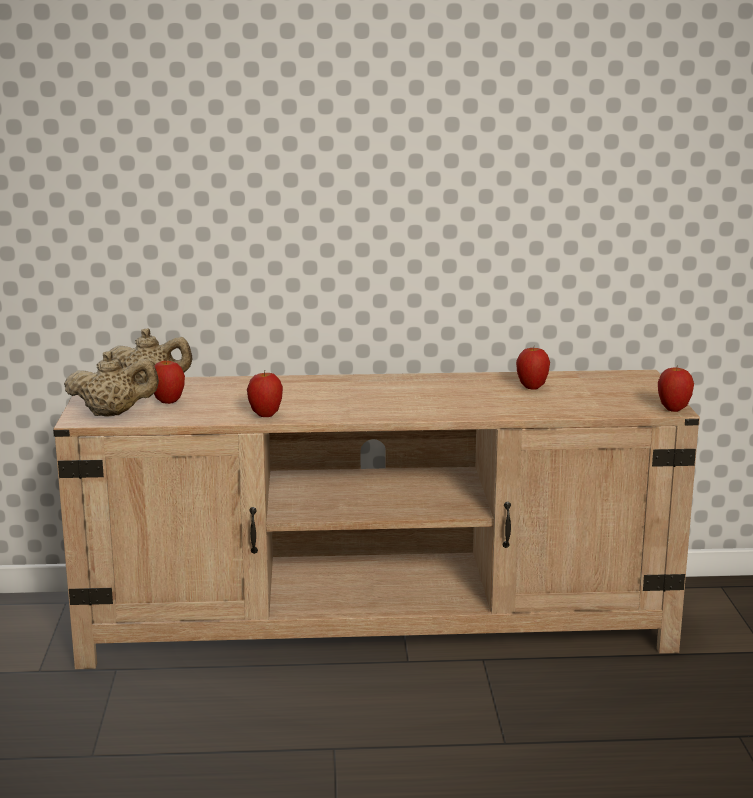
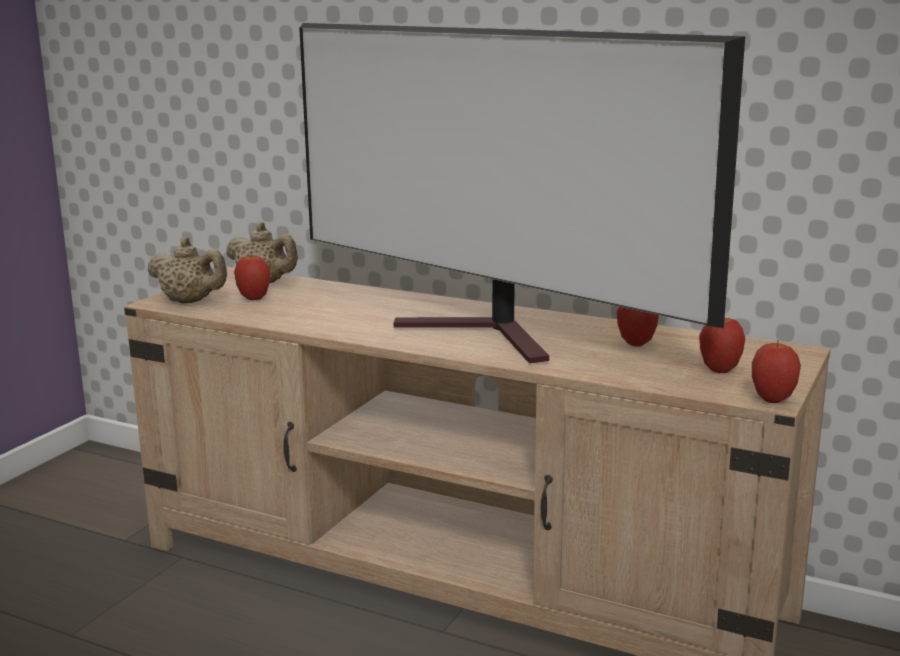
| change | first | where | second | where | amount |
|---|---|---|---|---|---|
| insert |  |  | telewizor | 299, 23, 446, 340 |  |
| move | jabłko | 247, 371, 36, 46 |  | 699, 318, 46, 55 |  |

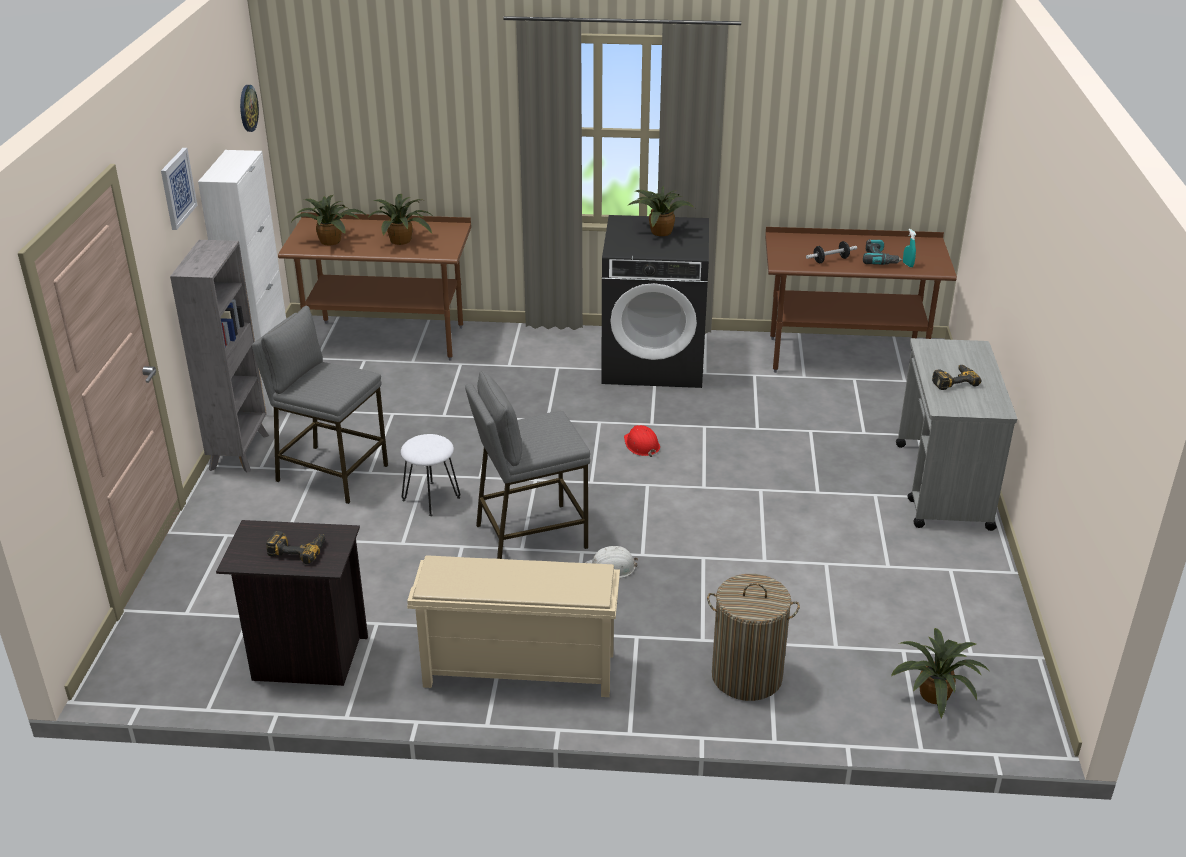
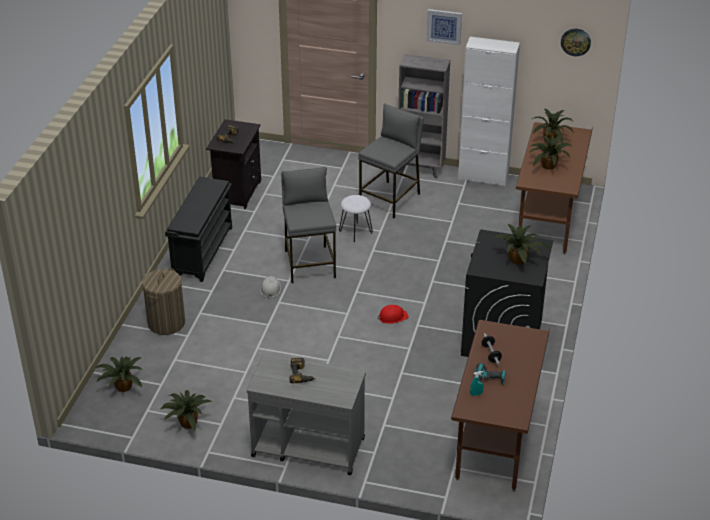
| change | first | where | second | where | amount |
|---|---|---|---|---|---|
| insert |  |  | roślina doniczkowa | 161, 390, 51, 41 |  |
| recolor | regał na buty [beżowy] | 407, 555, 213, 142 | regał na buty [czarny] | 165, 176, 67, 106 |  |

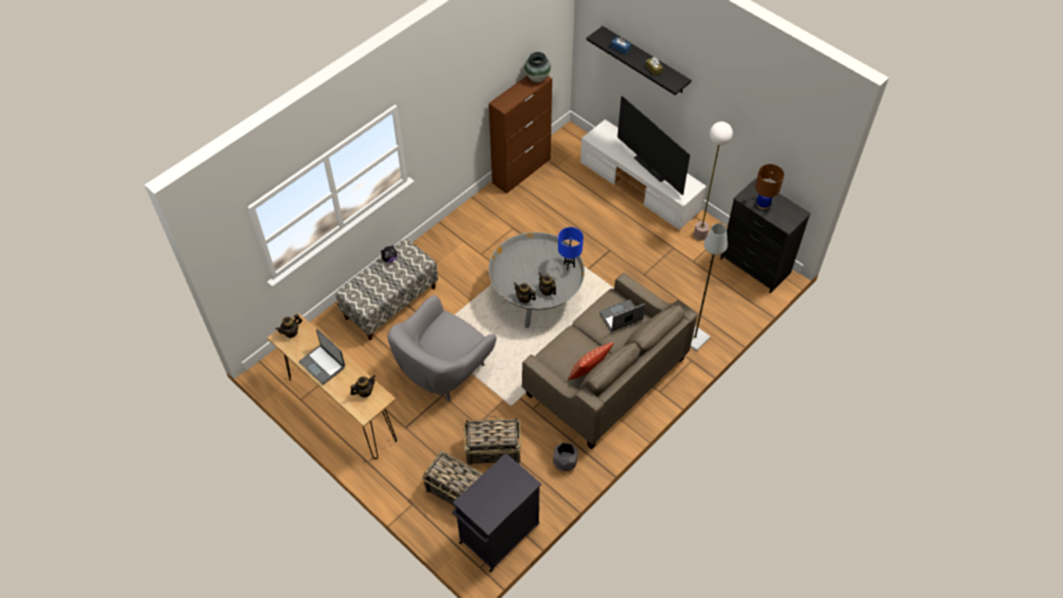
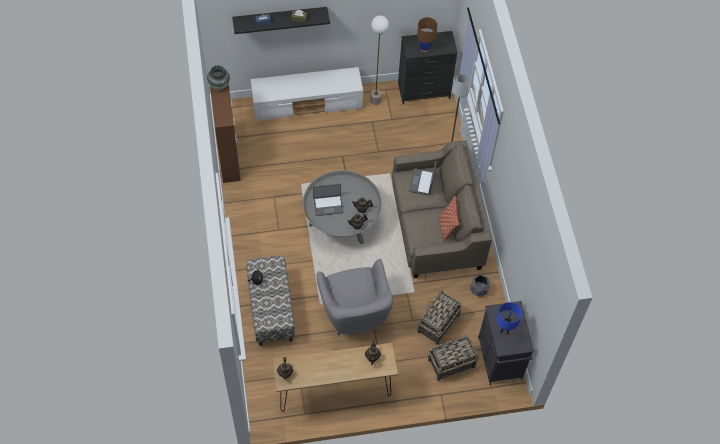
| change | first | where | second | where | amount |
|---|---|---|---|---|---|
| move | laptop | 299, 329, 46, 56 |  | 313, 183, 31, 33 |  |
| move | lampa stołowa [niebieski] | 558, 227, 25, 43 |  | 497, 302, 25, 33 |  |
| delete | telewizor | 617, 96, 73, 99 |  |  |  |

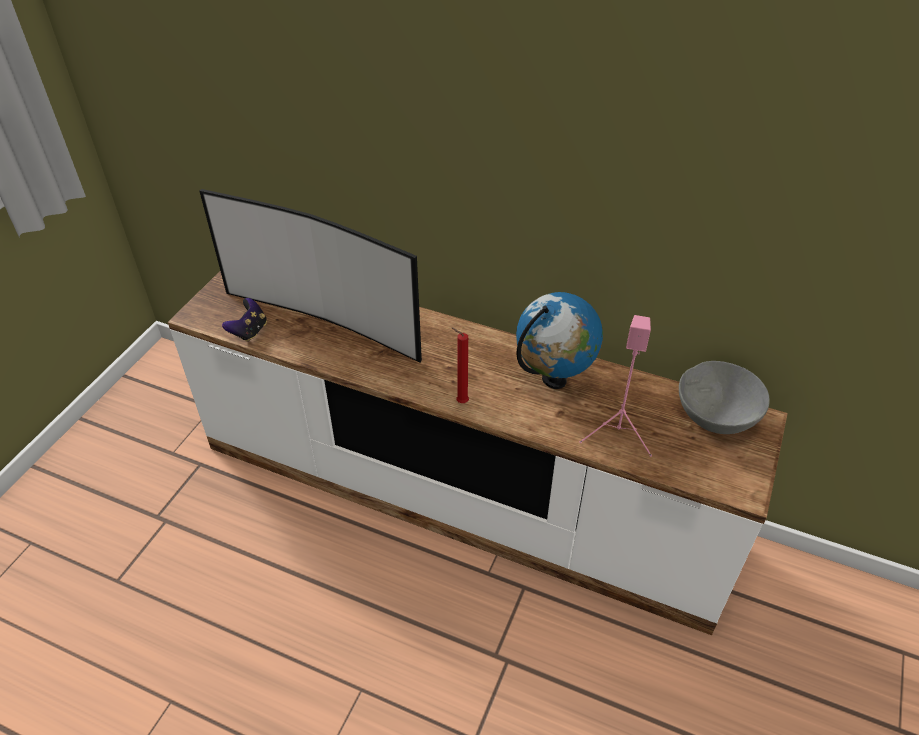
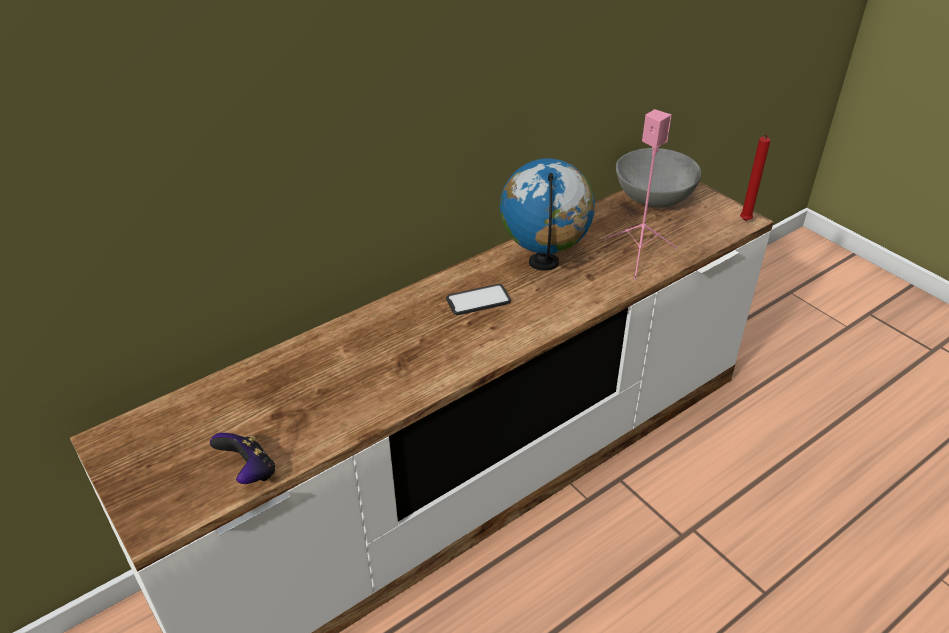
| change | first | where | second | where | amount |
|---|---|---|---|---|---|
| insert |  |  | telefon | 446, 284, 65, 31 |  |
| move | świeca [czerwony] | 452, 328, 17, 75 |  | 740, 133, 31, 88 |  |
| delete | telewizor | 200, 189, 222, 174 |  |  |  |

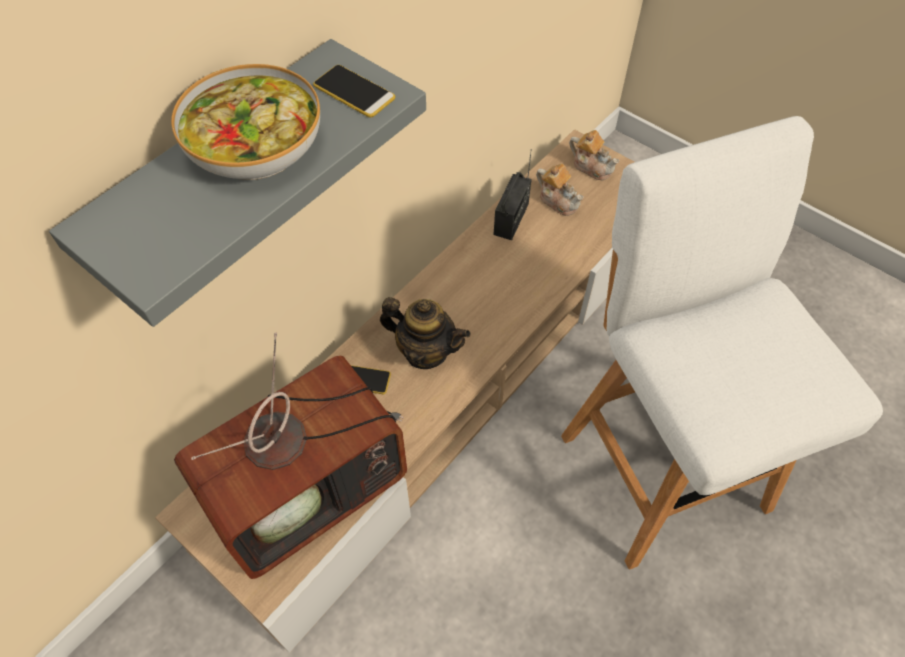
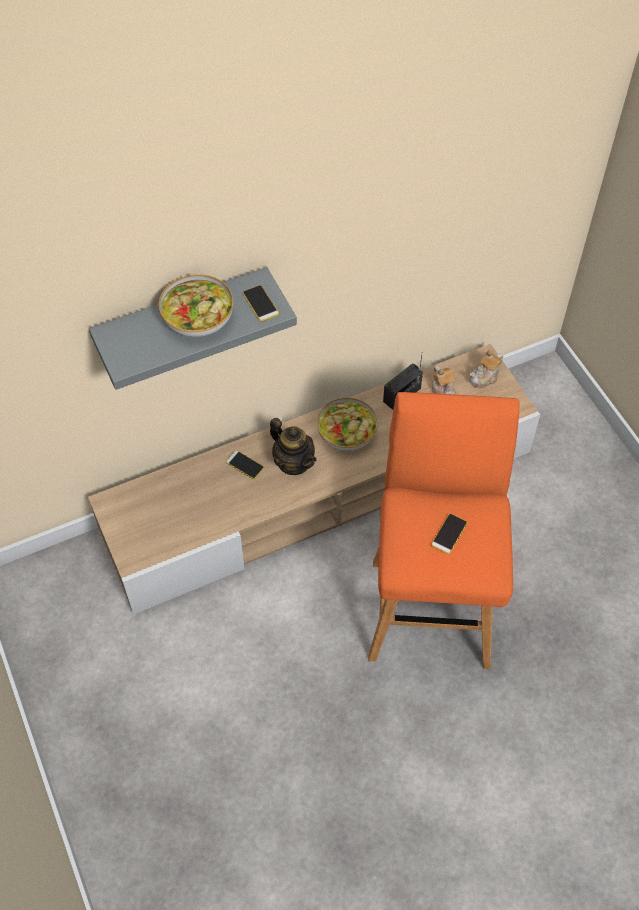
| change | first | where | second | where | amount |
|---|---|---|---|---|---|
| insert |  |  | miska | 317, 398, 61, 53 |  |
| recolor | stołek [biały] | 561, 116, 322, 454 | stołek [pomarańczowy] | 368, 392, 151, 277 |  |
| insert |  |  | telefon | 431, 514, 36, 40 |  |
| rotate | imbryk | 569, 130, 50, 50 |  | 469, 350, 34, 38 | 75 degrees clockwise |
| delete | telewizor | 174, 332, 233, 247 |  |  |  |

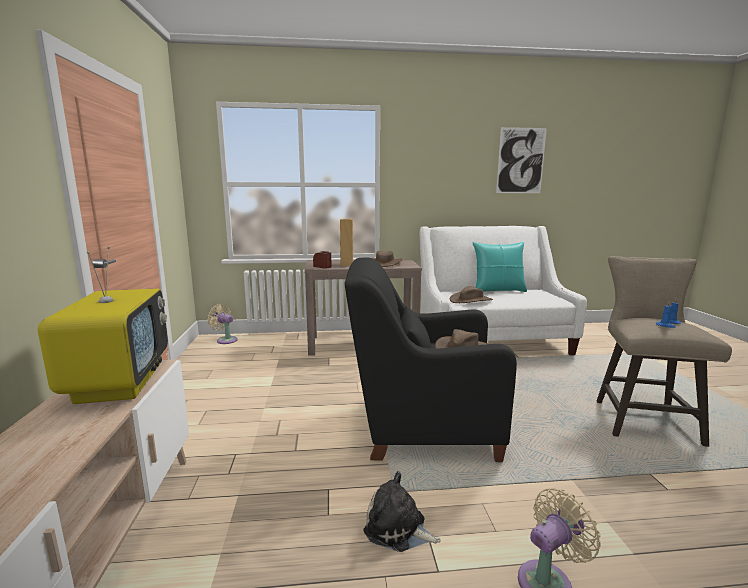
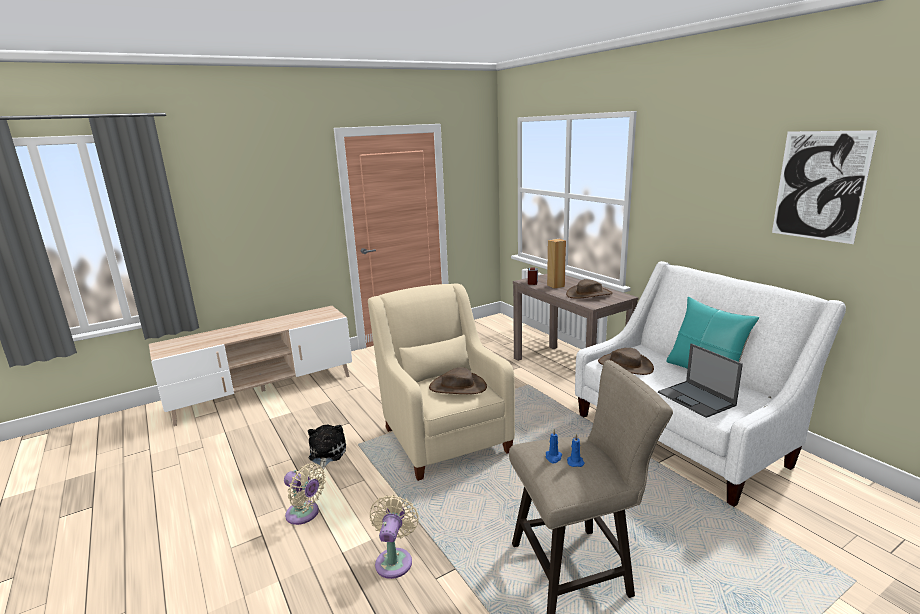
| change | first | where | second | where | amount |
|---|---|---|---|---|---|
| recolor | fotel [czarny] | 345, 257, 172, 205 | fotel [beżowy] | 368, 283, 147, 198 |  |
| move | wentylator [beżowy] | 207, 304, 31, 40 |  | 370, 495, 49, 84 |  |
| insert |  |  | laptop | 658, 343, 85, 75 |  |
| delete | telewizor | 38, 247, 130, 157 |  |  |  |

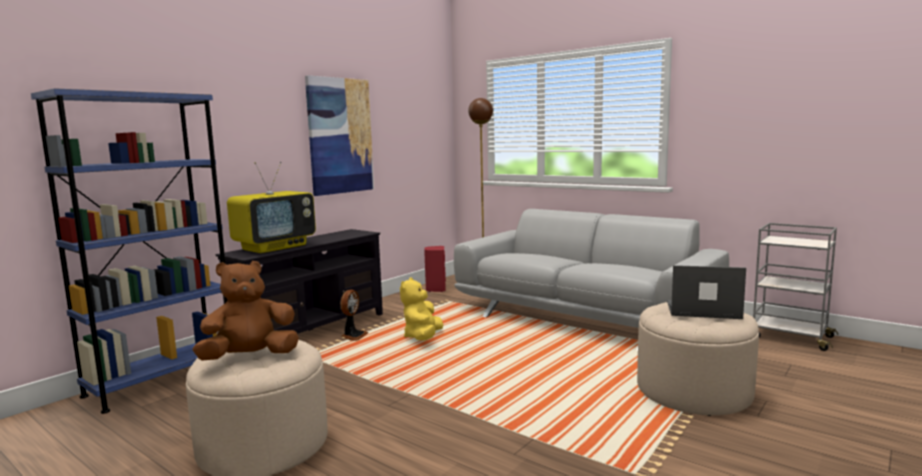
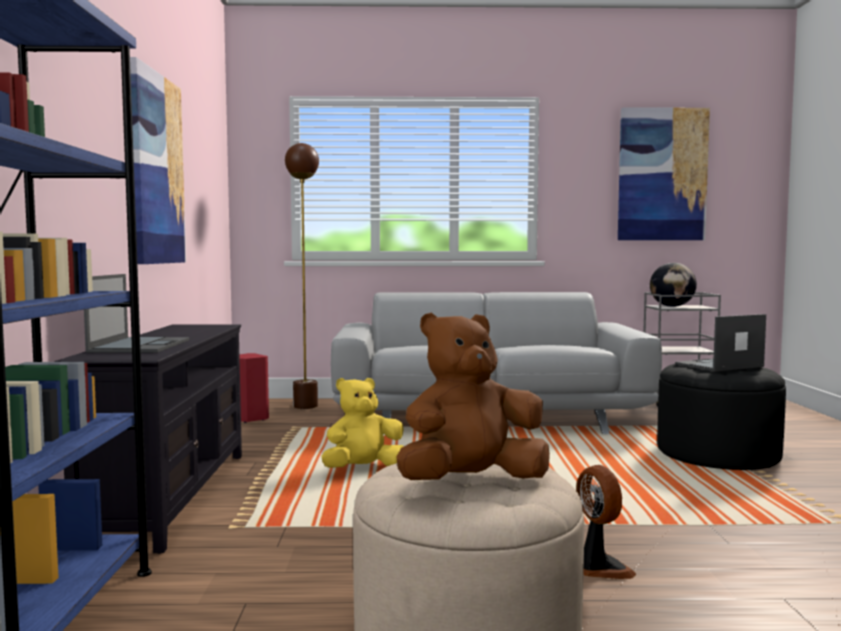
| change | first | where | second | where | amount |
|---|---|---|---|---|---|
| replace | telewizor | 227, 162, 89, 91 | laptop | 84, 274, 105, 79 |  |
| rotate | pluszak [żółty] | 400, 278, 43, 62 |  | 321, 378, 83, 90 | 90 degrees clockwise |
| rotate | pluszak [brązowy] | 192, 261, 107, 100 |  | 397, 313, 153, 167 | 45 degrees clockwise |
| move | wentylator | 340, 290, 28, 51 |  | 576, 465, 60, 114 |  |
| insert |  |  | obraz | 618, 107, 92, 133 |  |
| insert |  |  | globus | 650, 263, 47, 44 |  |
| recolor | pufa [beżowy] | 637, 302, 122, 114 | pufa [czarny] | 657, 364, 129, 106 |  |

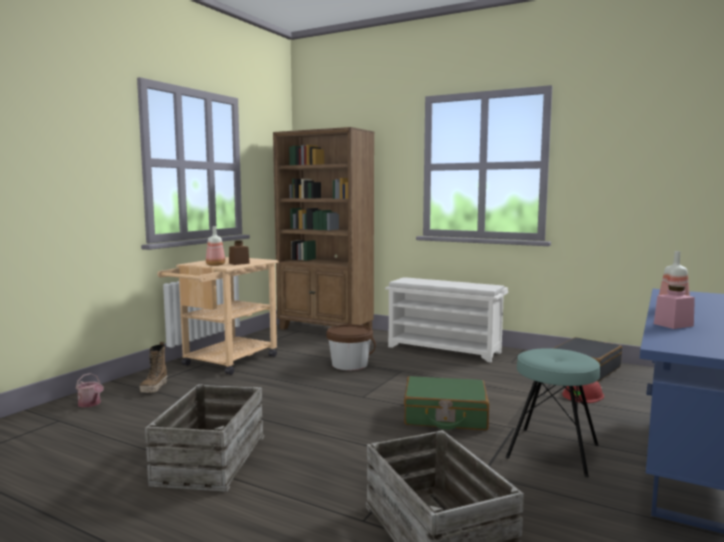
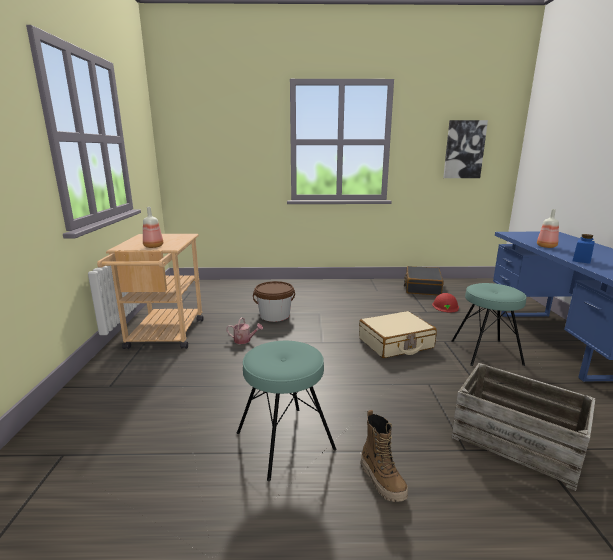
| change | first | where | second | where | amount |
|---|---|---|---|---|---|
| move | konewka | 76, 373, 28, 35 |  | 226, 317, 37, 27 |  |
| replace | skrzynka | 145, 384, 119, 108 | stołek [turkusowy] | 237, 341, 100, 140 |  |
| recolor | walizka [zielony] | 404, 376, 85, 54 | walizka [beżowy] | 359, 311, 78, 47 |  |
| move | but z cholewką | 140, 342, 27, 51 |  | 361, 410, 47, 92 |  |
| insert |  |  | obraz | 443, 120, 45, 58 |  |
| recolor | słoik [różowy] | 654, 285, 41, 44 | słoik [niebieski] | 573, 234, 22, 30 |  |
| delete | słoik [brązowy] | 229, 240, 21, 25 |  |  |  |
| delete | regał [brązowy] | 273, 127, 101, 203 |  |  |  |
| delete | regał na buty [biały] | 385, 277, 123, 86 |  |  |  |

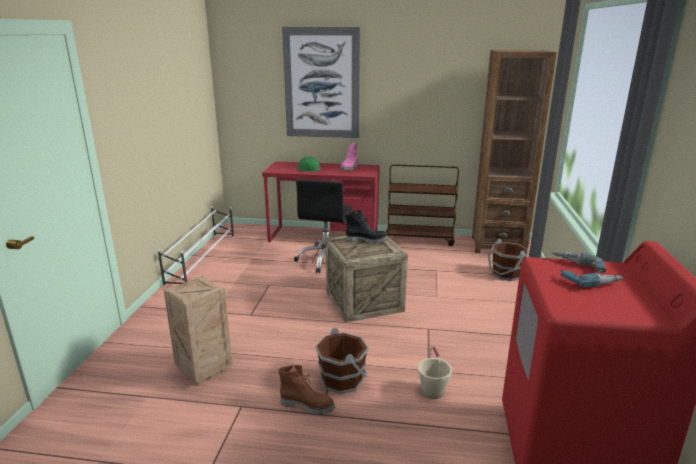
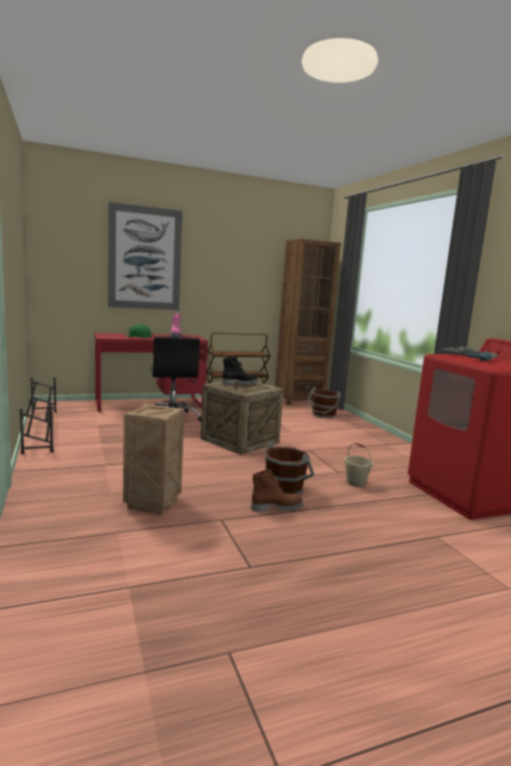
| change | first | where | second | where | amount |
|---|---|---|---|---|---|
| recolor | regał na buty [biały] | 158, 206, 76, 81 | regał na buty [czarny] | 20, 378, 37, 76 |  |

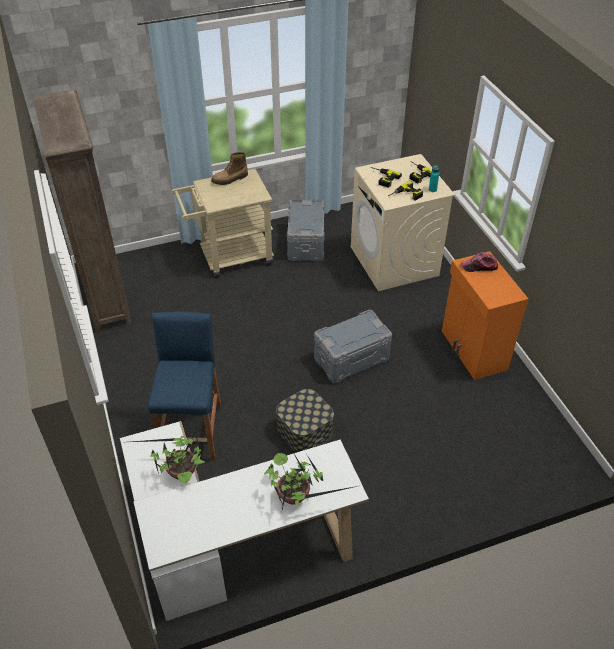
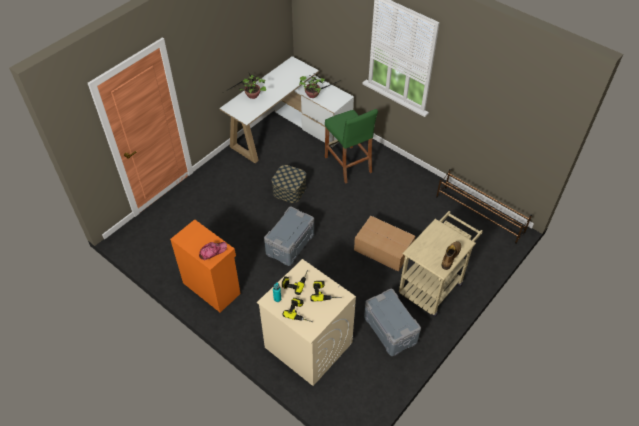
| change | first | where | second | where | amount |
|---|---|---|---|---|---|
| recolor | stołek [niebieski] | 148, 312, 73, 149 | stołek [zielony] | 325, 109, 53, 74 |  |
| insert |  |  | karton | 354, 216, 61, 56 |  |
| replace | regał [brązowy] | 33, 90, 99, 242 | regał na buty [brązowy] | 436, 169, 96, 75 |  |

